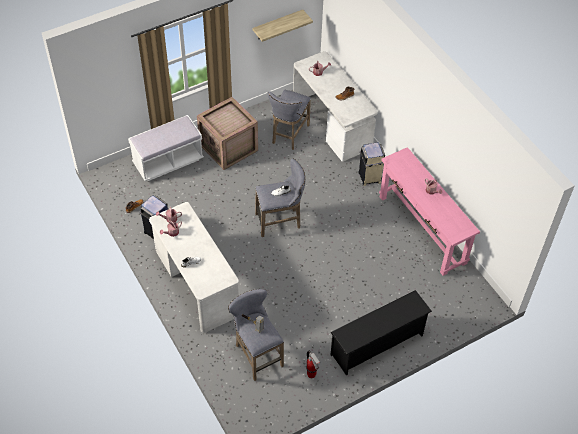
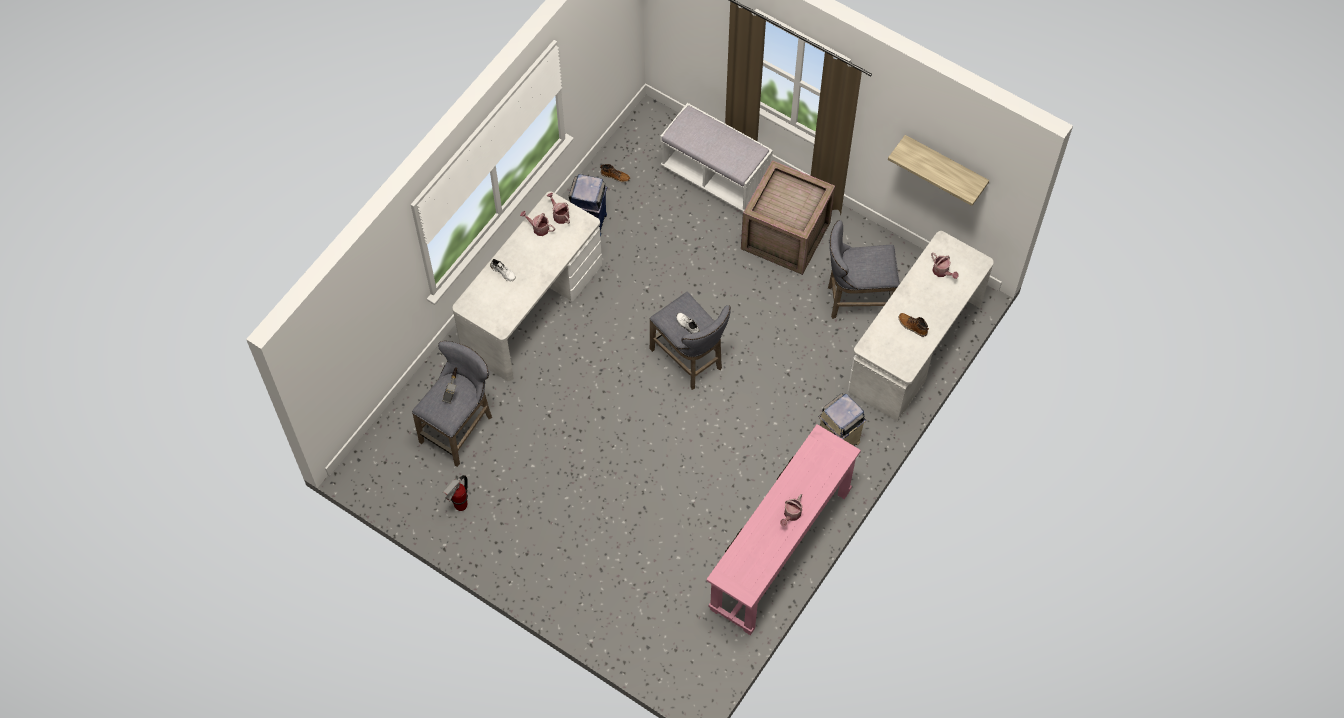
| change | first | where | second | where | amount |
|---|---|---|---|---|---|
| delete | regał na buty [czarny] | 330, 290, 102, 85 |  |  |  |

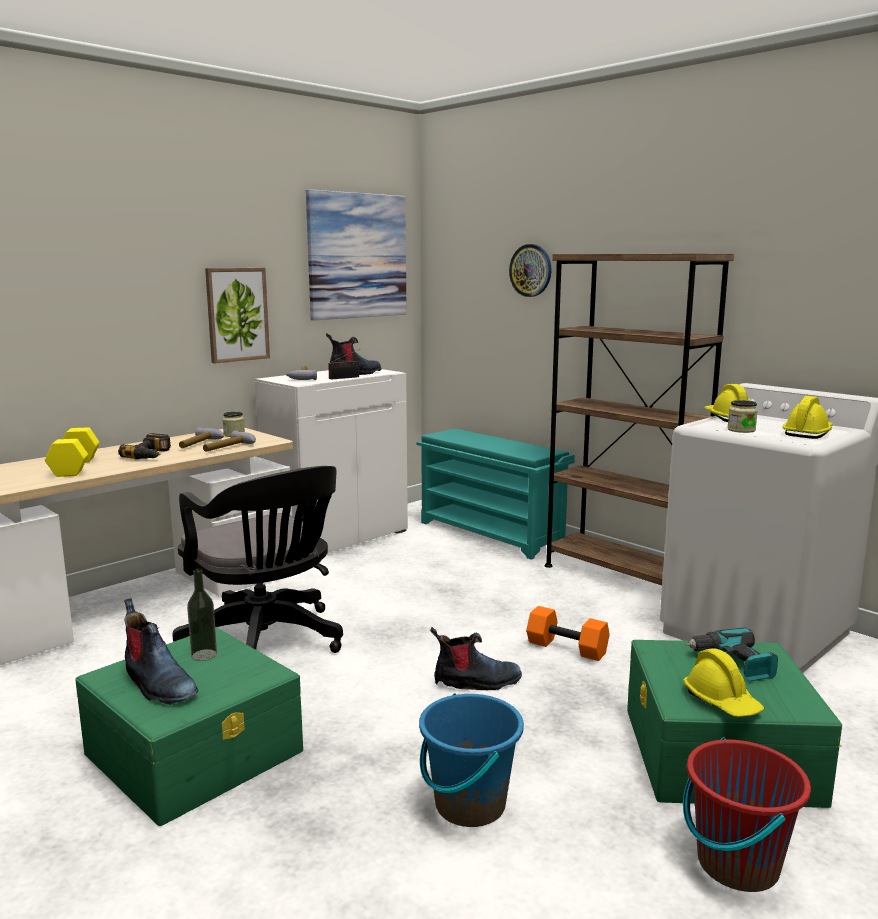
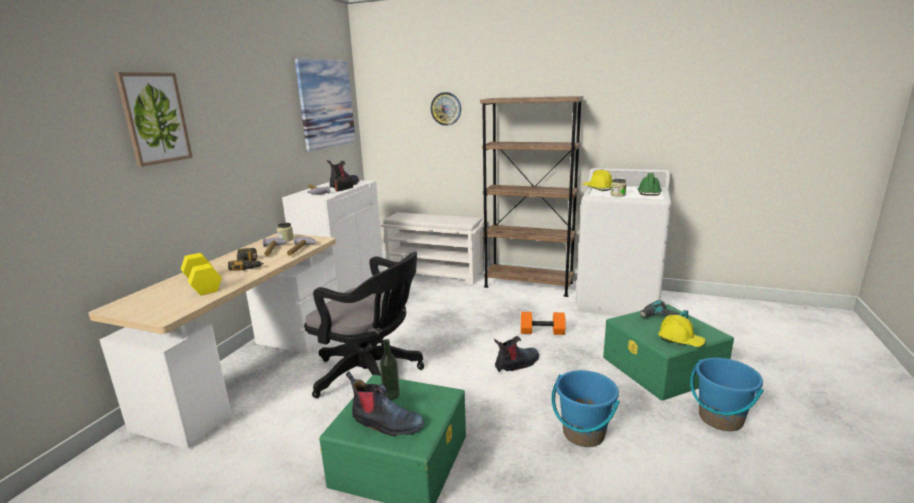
| change | first | where | second | where | amount |
|---|---|---|---|---|---|
| move | obraz | 205, 268, 65, 95 |  | 115, 72, 78, 95 |  |
| recolor | regał na buty [turkusowy] | 416, 429, 159, 130 | regał na buty [biały] | 380, 212, 104, 73 |  |
| recolor | kask [żółty] | 783, 396, 50, 43 | kask [zielony] | 637, 173, 25, 23 |  |
| recolor | wiadro [czerwony] | 683, 737, 128, 155 | wiadro [niebieski] | 690, 358, 74, 73 |  |

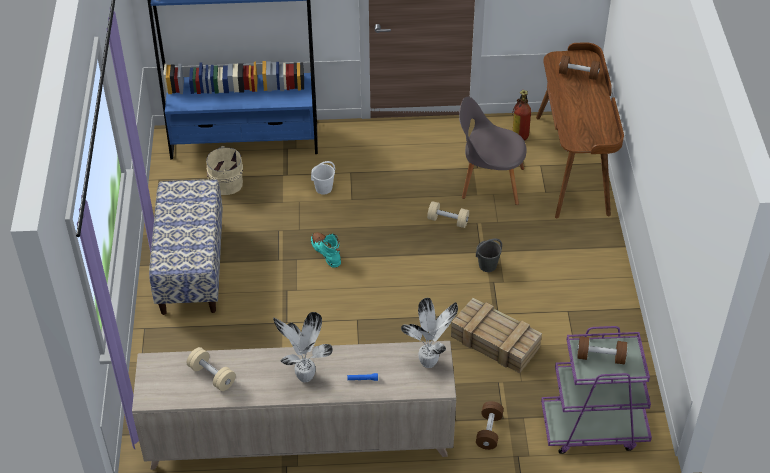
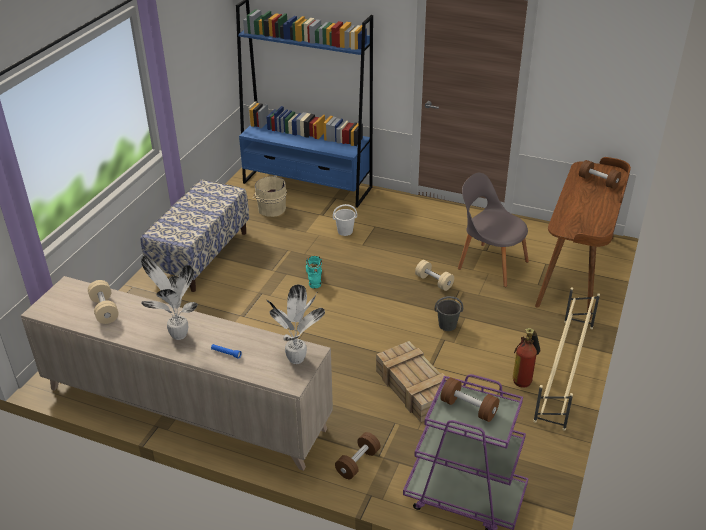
| change | first | where | second | where | amount |
|---|---|---|---|---|---|
| move | gaśnica | 512, 90, 19, 51 |  | 513, 328, 27, 60 |  |
| insert |  |  | regał na buty [beżowy] | 533, 287, 67, 144 |  |

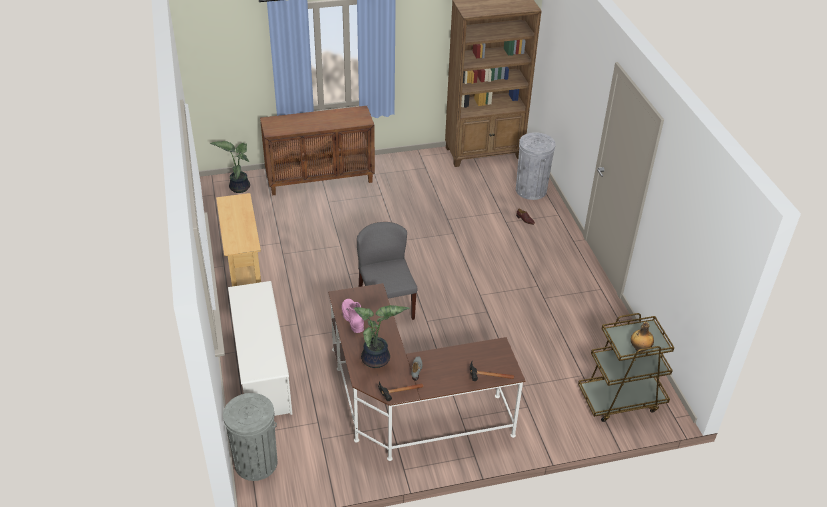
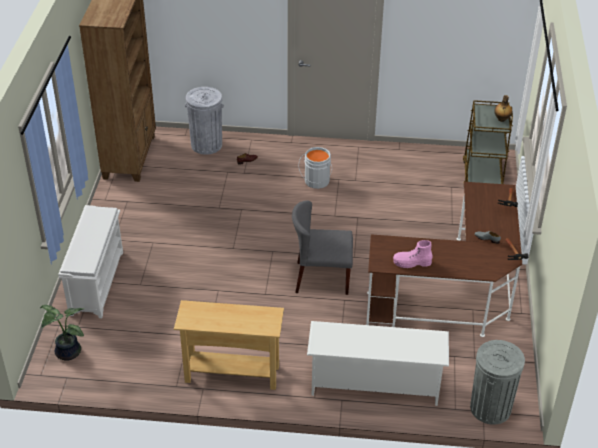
| change | first | where | second | where | amount |
|---|---|---|---|---|---|
| replace | szafka [brązowy] | 260, 106, 115, 90 | regał na buty [biały] | 58, 205, 65, 113 |  |
| insert |  |  | wiadro [szary] | 299, 147, 33, 42 |  |
| delete | roślina doniczkowa | 353, 305, 57, 63 |  |  |  |

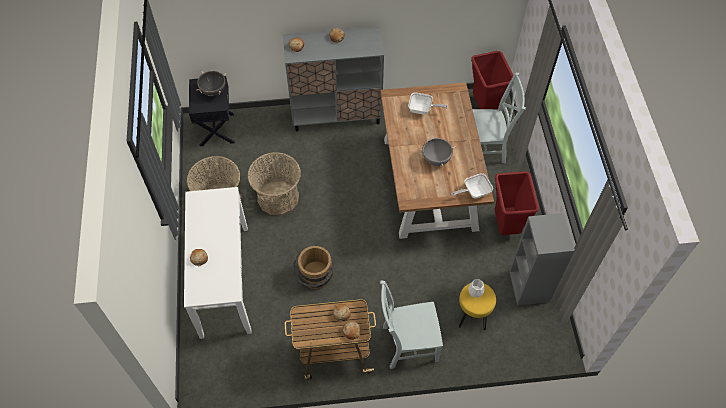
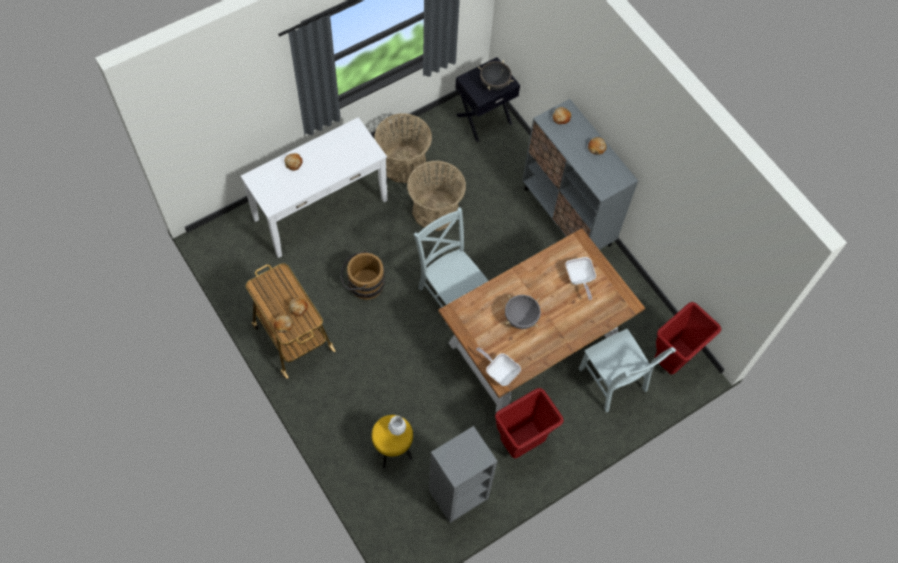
| change | first | where | second | where | amount |
|---|---|---|---|---|---|
| move | krzesło [szary] | 380, 281, 63, 88 |  | 414, 207, 74, 118 |  |

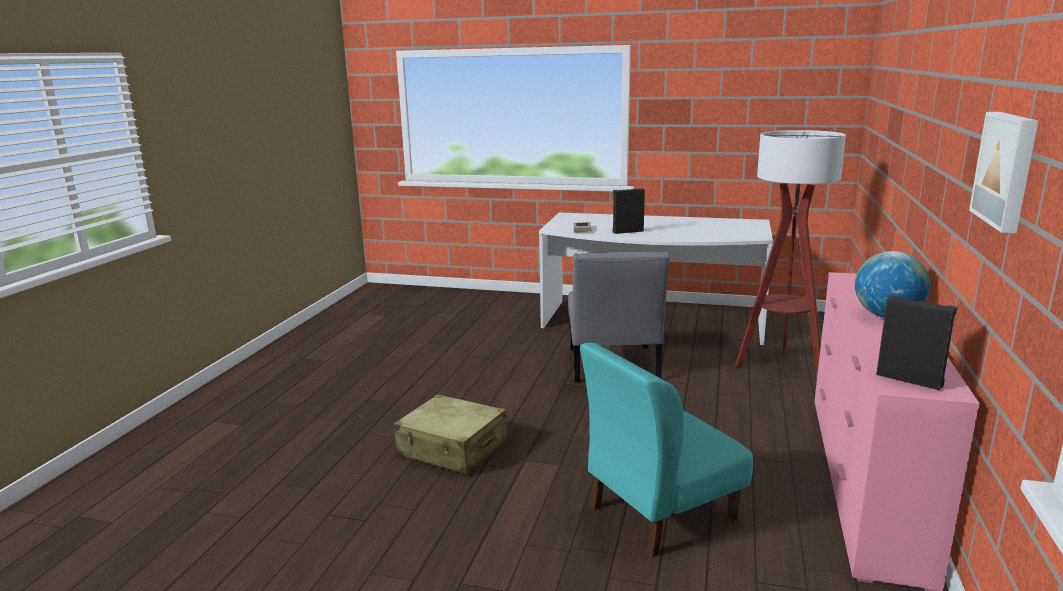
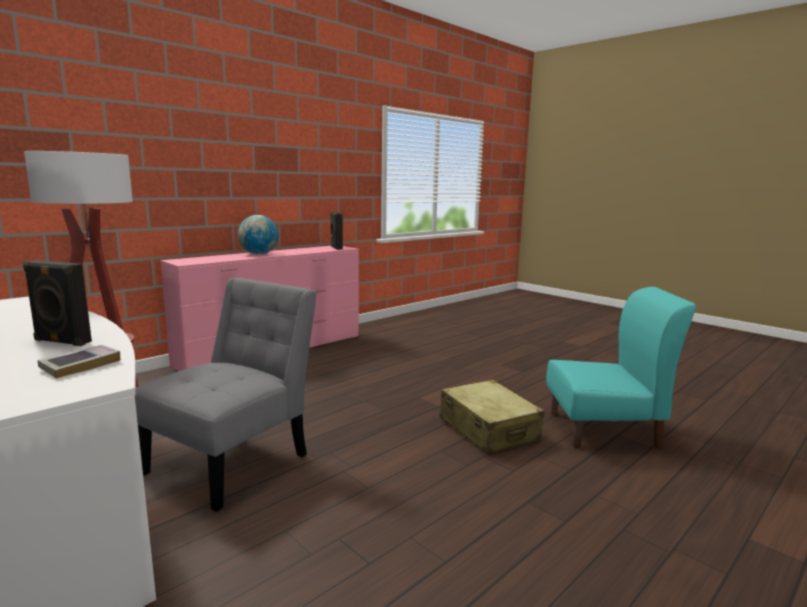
| change | first | where | second | where | amount |
|---|---|---|---|---|---|
| move | krzesło [turkusowy] | 580, 343, 173, 214 |  | 546, 287, 150, 163 |  |
| delete | obraz | 969, 112, 69, 121 |  |  |  |

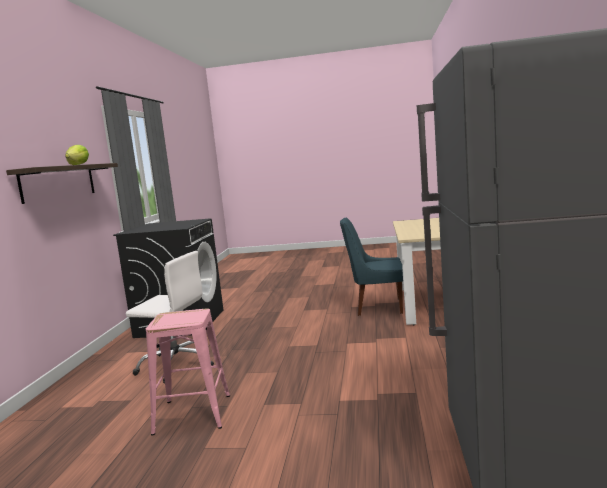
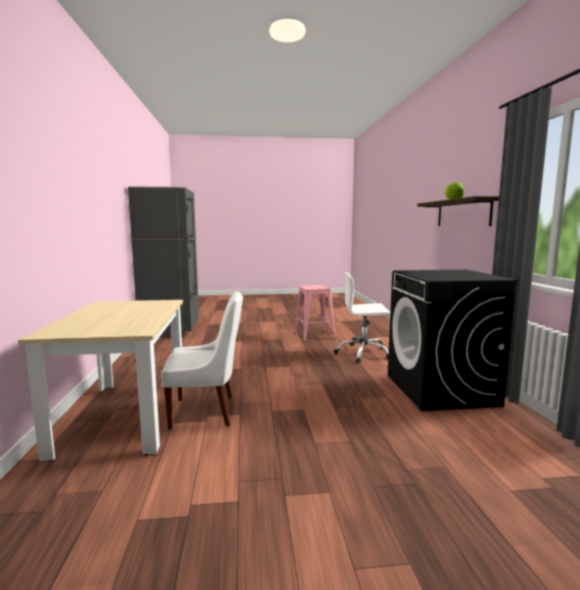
| change | first | where | second | where | amount |
|---|---|---|---|---|---|
| recolor | krzesło [niebieski] | 340, 217, 63, 99 | krzesło [biały] | 161, 291, 82, 138 |  |

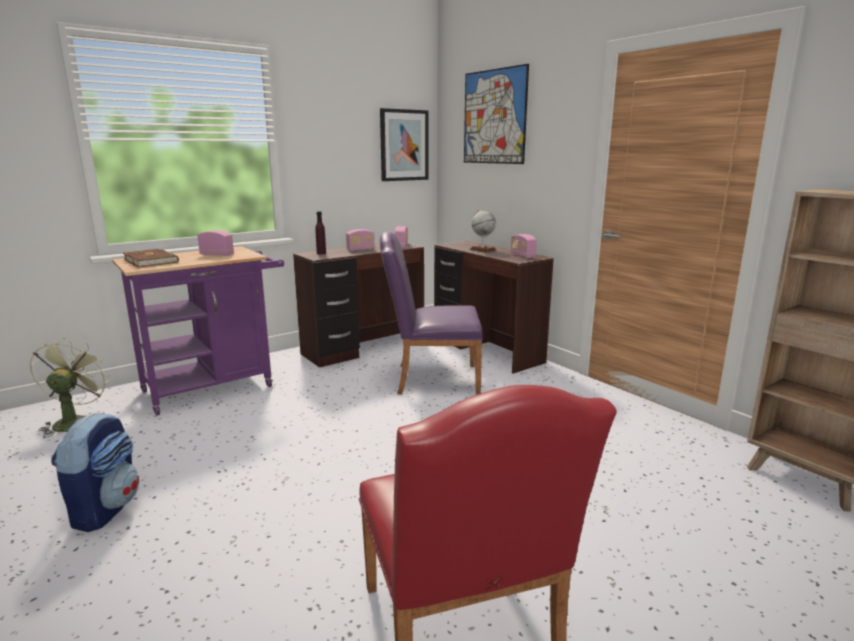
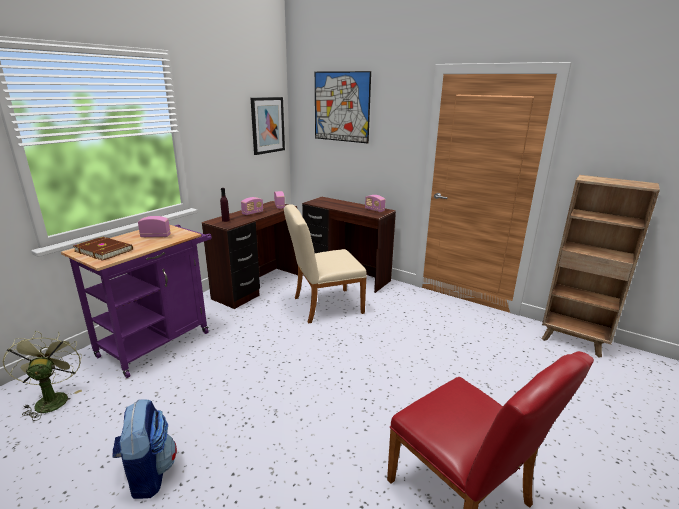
| change | first | where | second | where | amount |
|---|---|---|---|---|---|
| recolor | krzesło [fioletowy] | 380, 232, 103, 163 | krzesło [beżowy] | 284, 204, 83, 119 |  |
| delete | globus | 470, 209, 26, 44 |  |  |  |

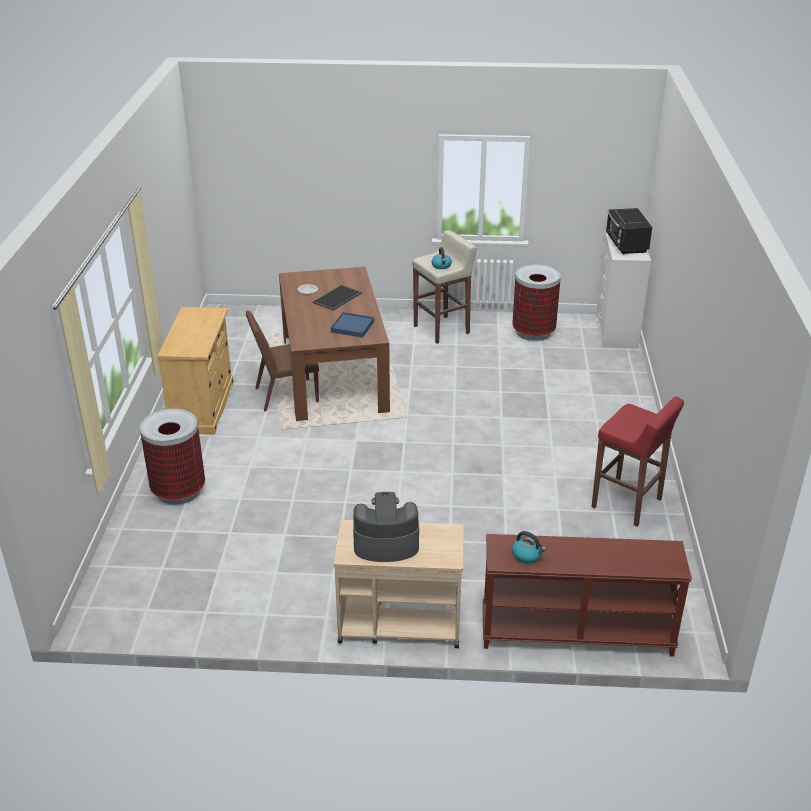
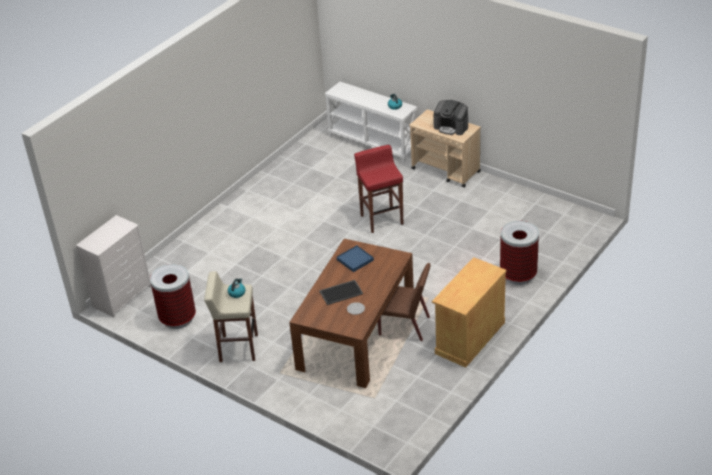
| change | first | where | second | where | amount |
|---|---|---|---|---|---|
| recolor | stolik konsolowy [brązowy] | 483, 534, 209, 123 | stolik konsolowy [biały] | 325, 82, 93, 81 |  |
| move | stołek [czerwony] | 592, 396, 92, 131 |  | 354, 145, 49, 88 |  |
| delete | mikrofalówka [czarny] | 606, 208, 46, 46 |  |  |  |

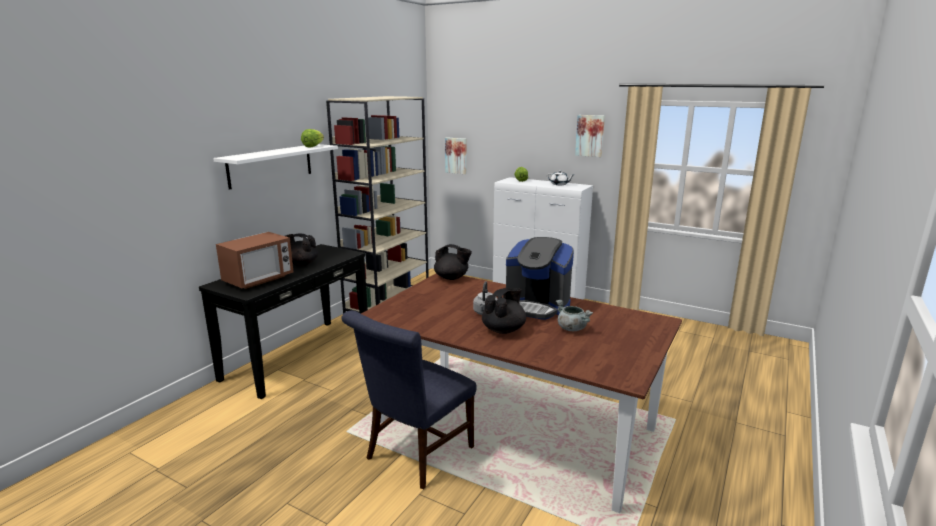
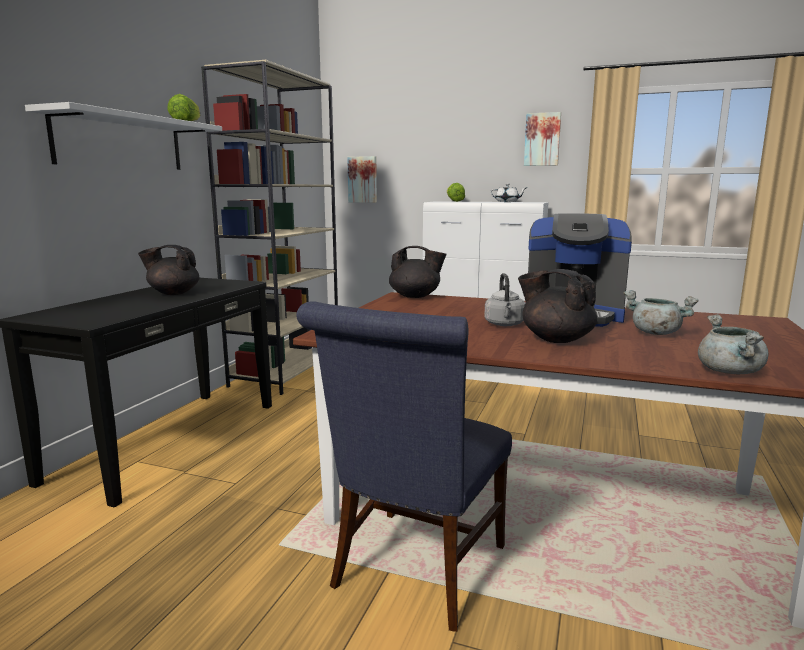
| change | first | where | second | where | amount |
|---|---|---|---|---|---|
| rotate | imbryk [czarny] | 482, 288, 44, 46 |  | 518, 269, 79, 74 | 75 degrees counterclockwise |
| insert |  |  | garnek [szary] | 698, 314, 70, 60 |  |
| delete | mikrofalówka | 216, 232, 77, 57 |  |  |  |

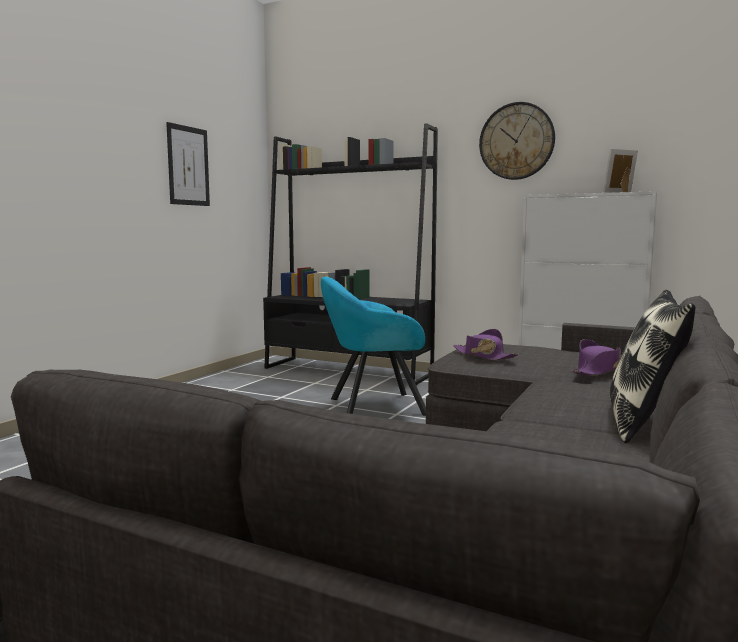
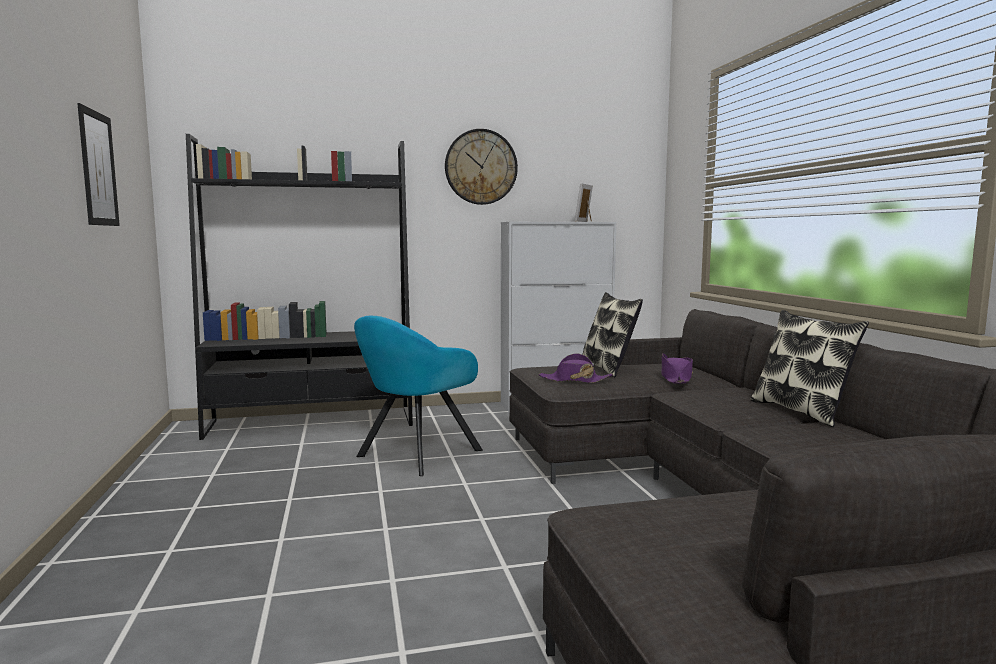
| change | first | where | second | where | amount |
|---|---|---|---|---|---|
| insert |  |  | poduszka | 582, 292, 61, 85 |  |

